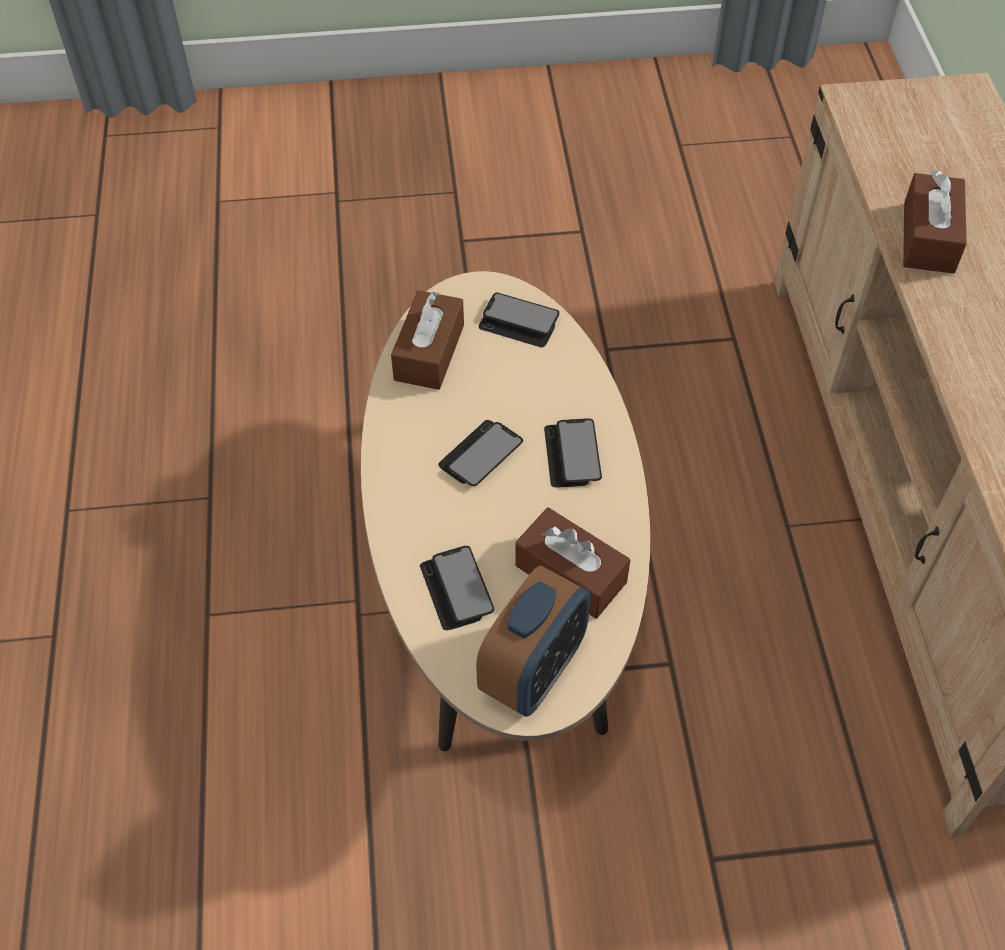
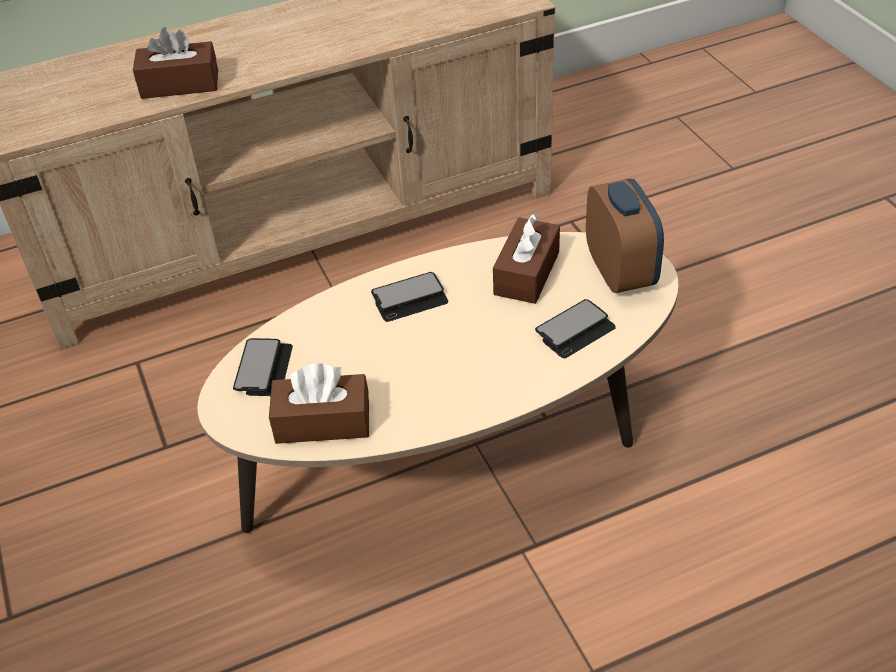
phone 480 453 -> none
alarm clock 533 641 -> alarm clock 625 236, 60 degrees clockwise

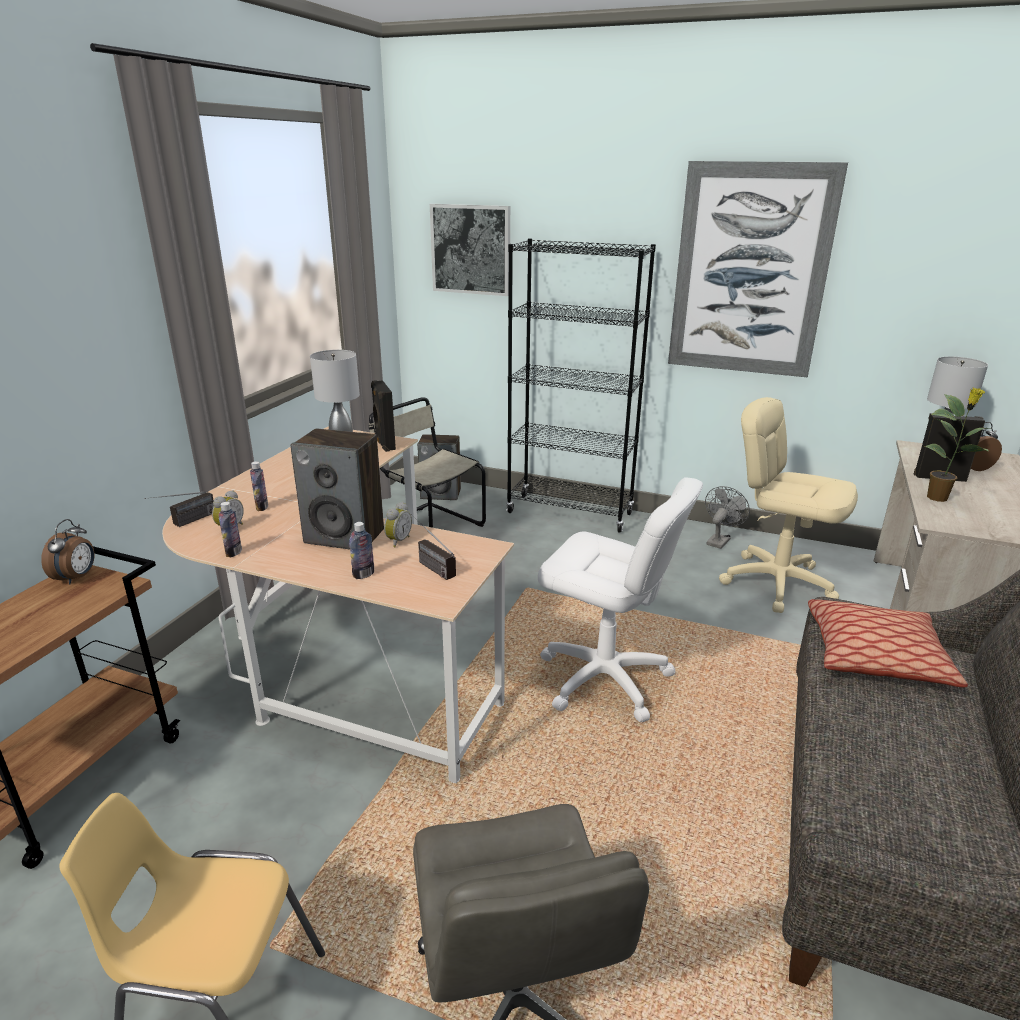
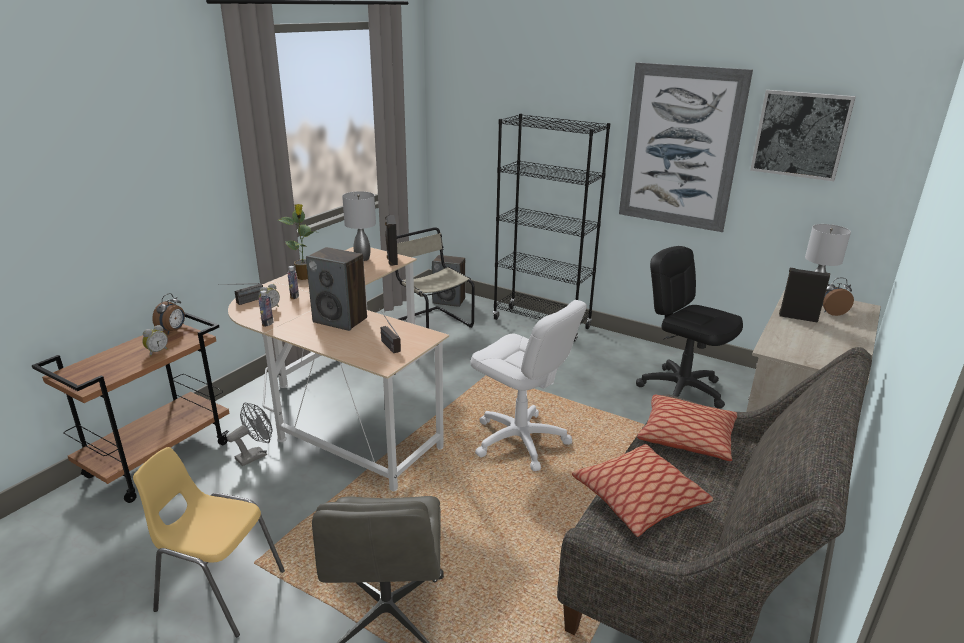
picture 470 250 -> picture 803 135, moved
potted plant 958 445 -> potted plant 297 242, moved
beige office chair 788 505 -> black office chair 689 327
grey fan 727 517 -> grey fan 250 434, moved
alarm clock 398 524 -> alarm clock 155 340, moved
bottle 361 550 -> none
none -> pillow 642 490

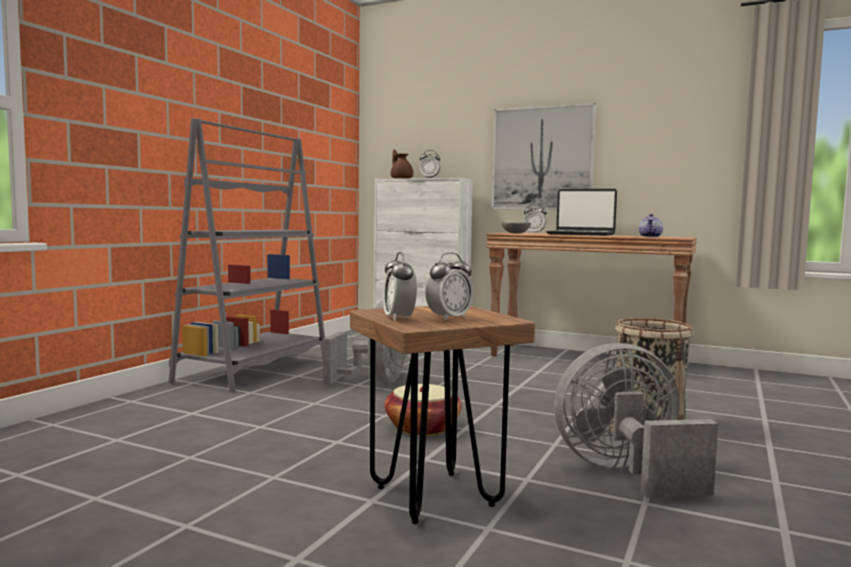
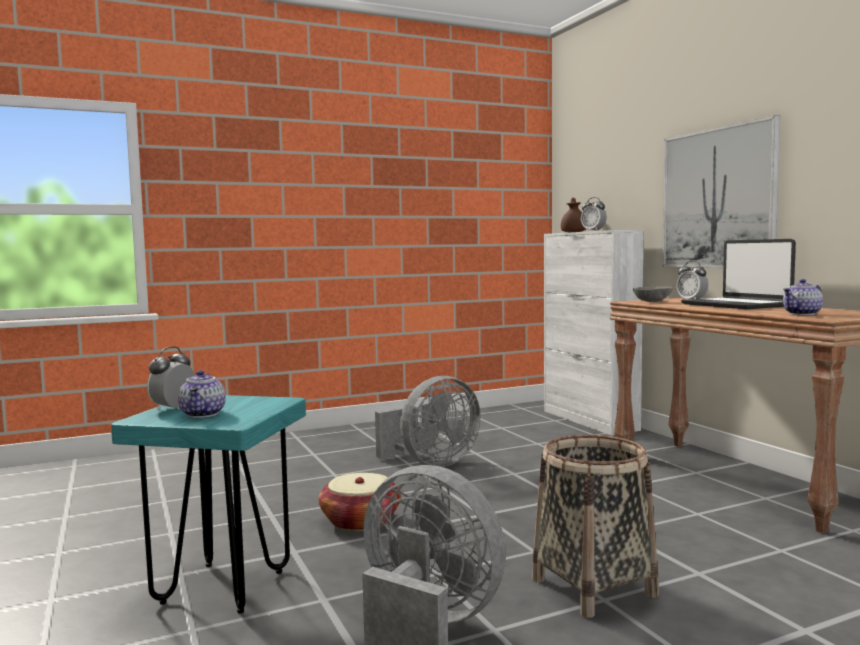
grey bookcase 247 255 -> none
alarm clock 449 286 -> teapot 202 394
brown stool 442 415 -> turquoise stool 208 504

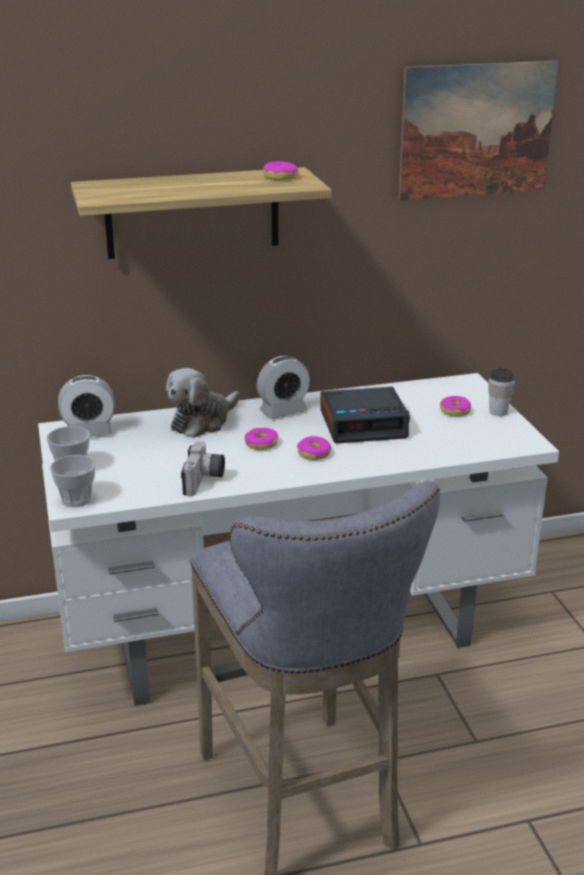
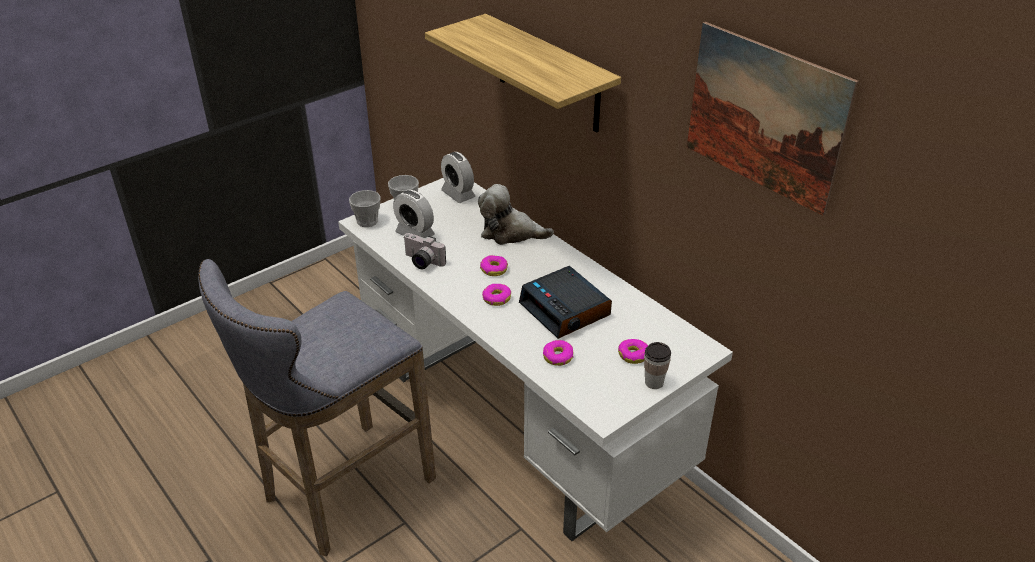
donut 280 170 -> donut 558 353, moved
alarm clock 283 387 -> alarm clock 414 214, moved
photo camera 203 468 -> photo camera 424 251, 45 degrees clockwise

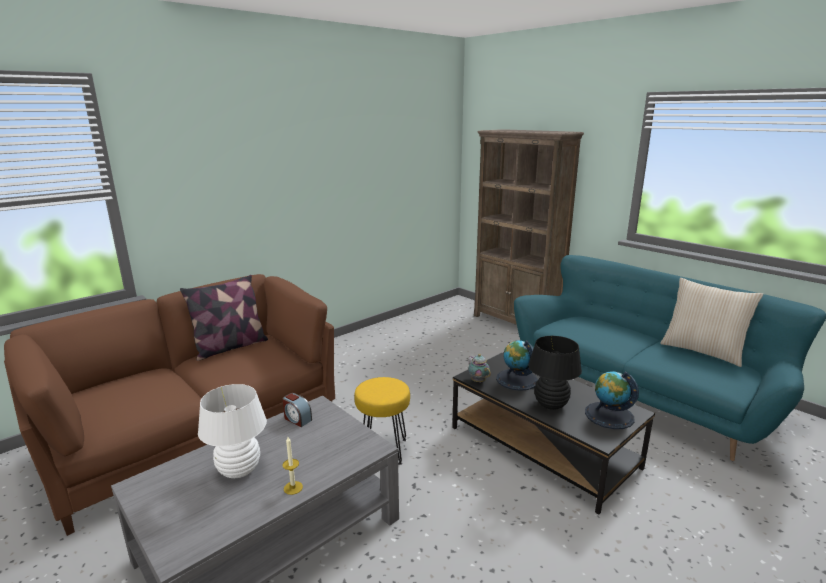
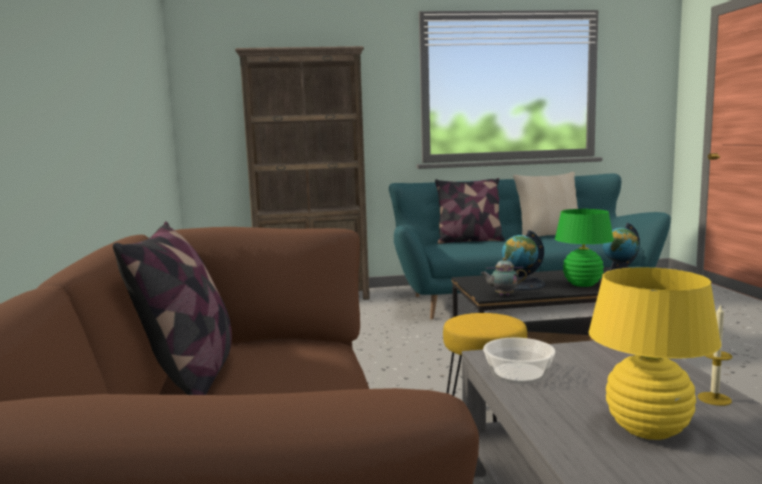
black table lamp 555 373 -> green table lamp 584 248
white table lamp 232 431 -> yellow table lamp 655 353
alarm clock 297 410 -> bowl 519 360
none -> pillow 470 211

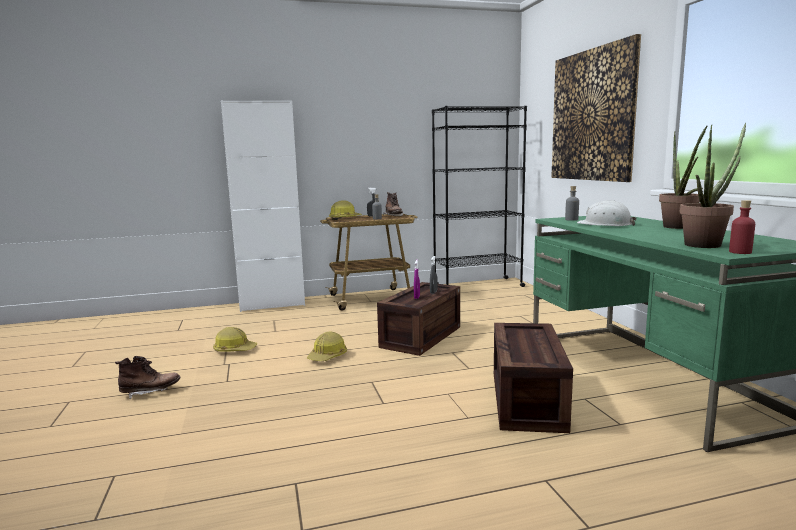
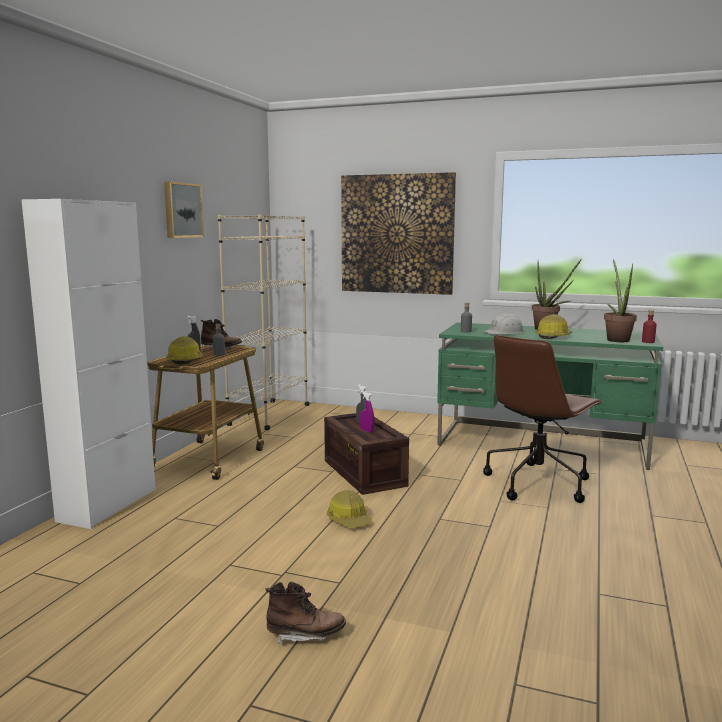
black bookcase 479 196 -> beige bookcase 263 322
crate 533 378 -> brown office chair 543 419
hard hat 235 339 -> hard hat 554 326, moved
brown boot 147 377 -> brown boot 305 613, 75 degrees clockwise
none -> picture 184 209

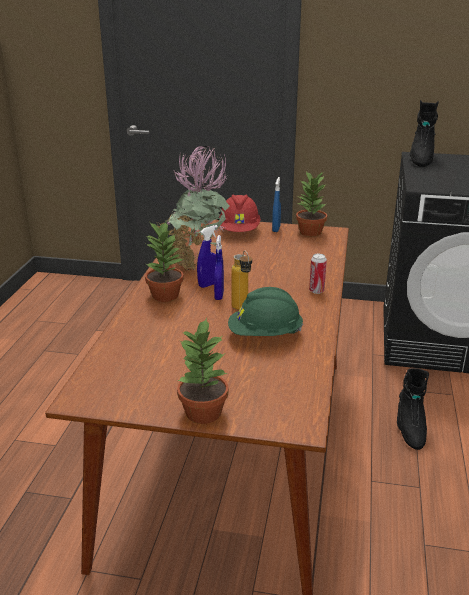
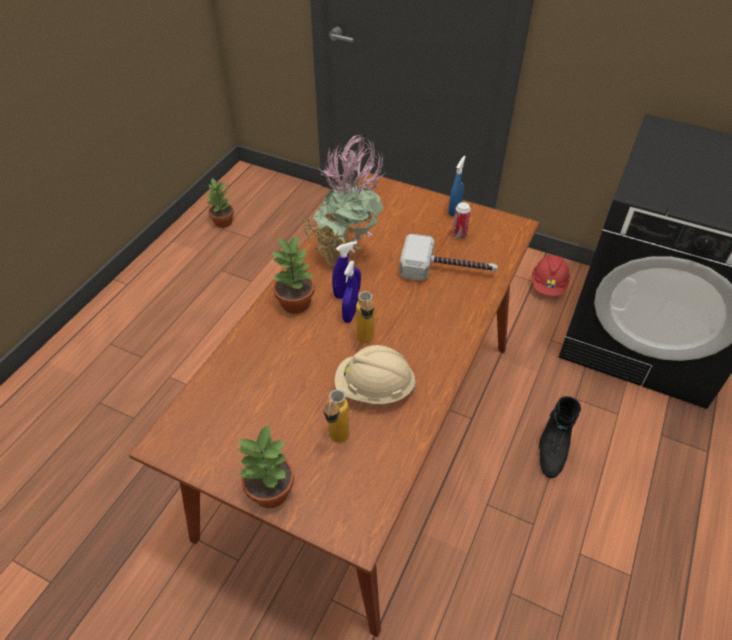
black boot 424 133 -> none
potted plant 311 204 -> potted plant 220 203, moved
red hard hat 240 213 -> red hard hat 551 275, moved
can 318 274 -> can 461 220, moved
green hard hat 265 311 -> beige hard hat 375 374
none -> hammer 448 257
none -> bottle 336 416

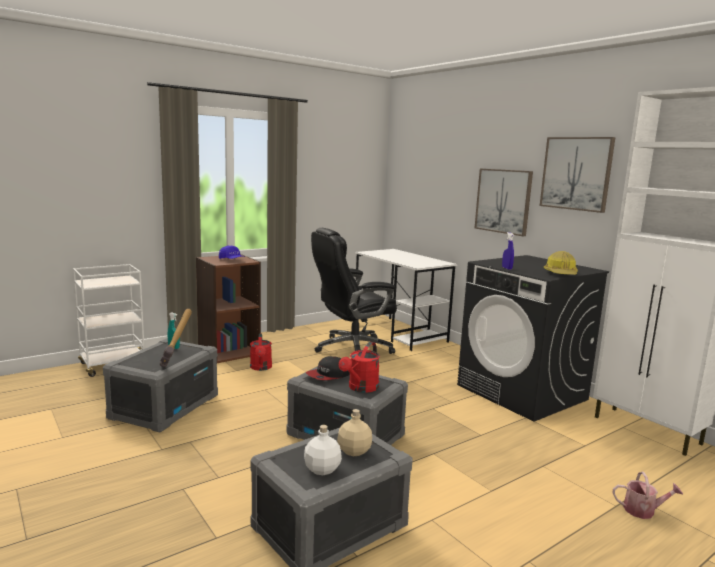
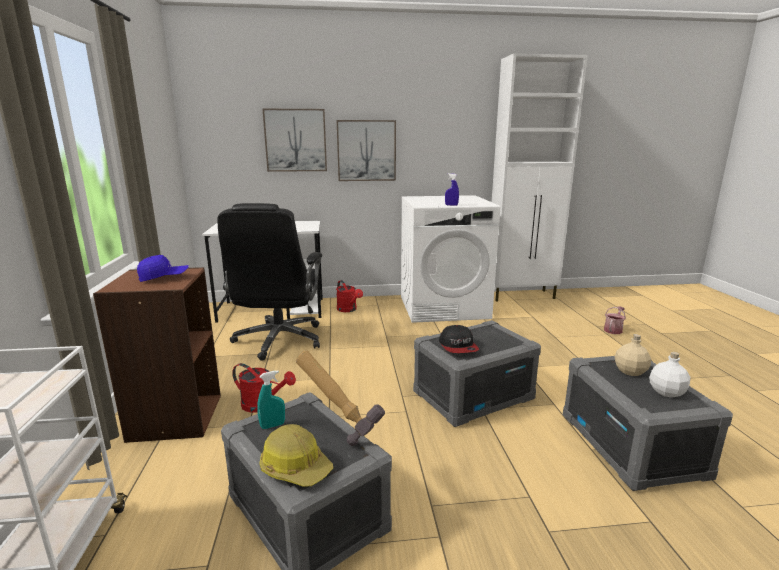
picture 577 175 -> picture 294 140, moved
hard hat 561 263 -> hard hat 296 455, moved
black washing machine 533 338 -> white washing machine 450 259
red watering can 359 367 -> red watering can 349 296, moved

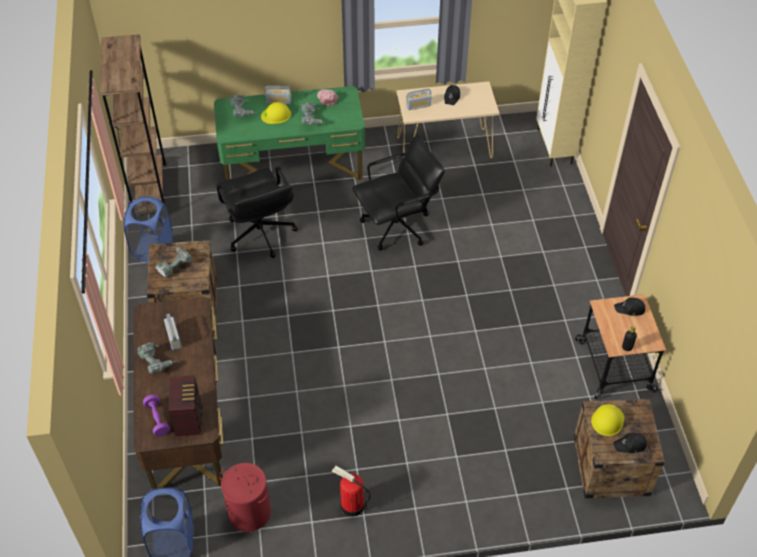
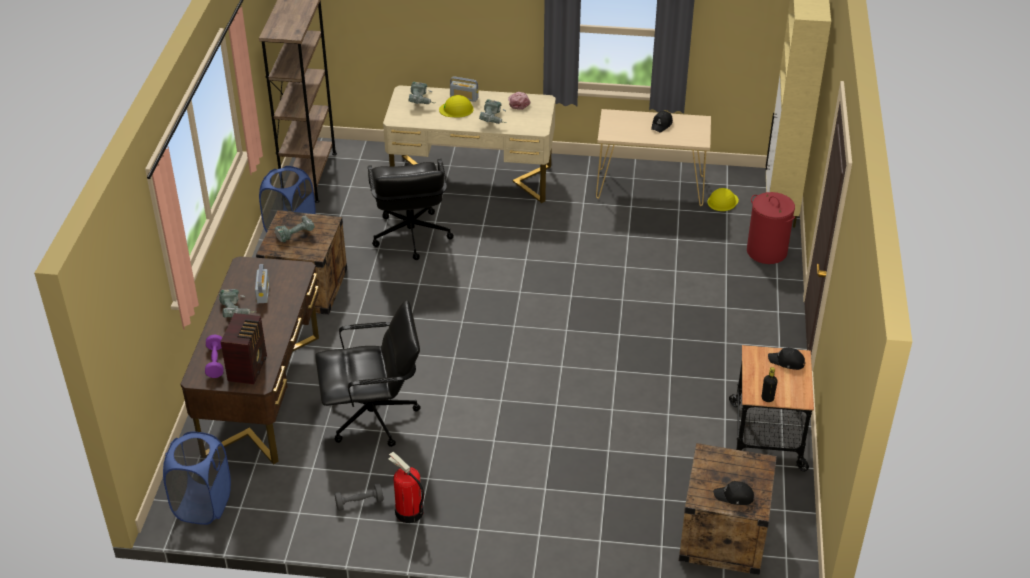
green desk 289 133 -> beige desk 469 144
radio 418 99 -> none
black office chair 398 192 -> black office chair 368 373, moved
yellow hard hat 607 420 -> yellow hard hat 723 199, moved
red laundry basket 245 497 -> red laundry basket 771 228, moved
none -> grey dumbbell 359 497

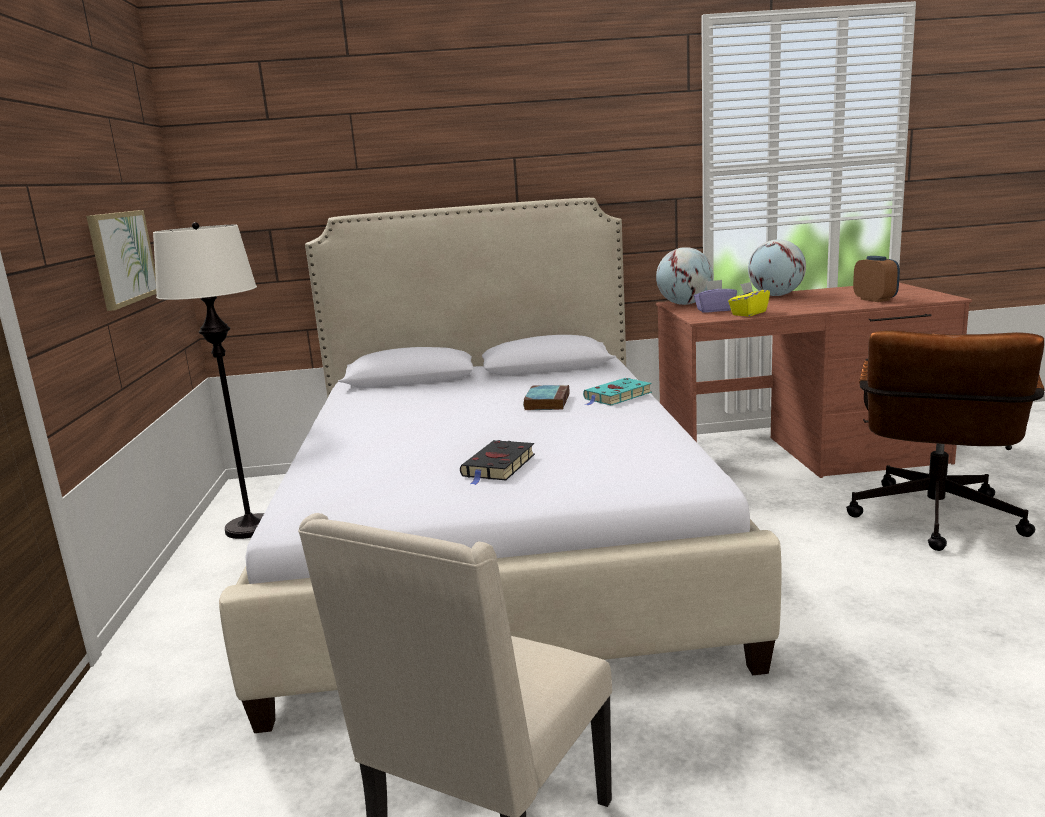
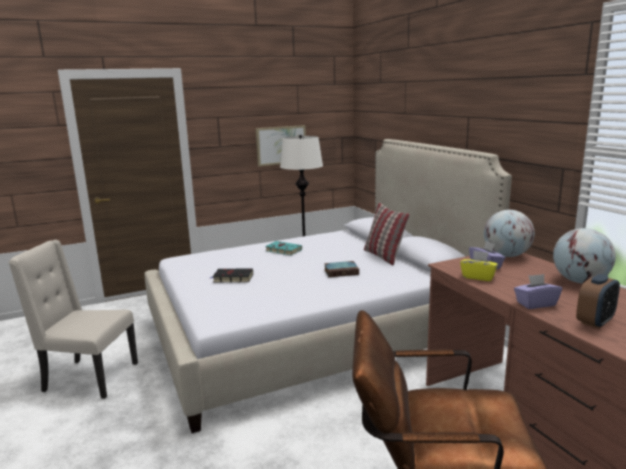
turquoise book 617 391 -> turquoise book 283 248, moved
none -> pillow 387 234
none -> purple tissue box 538 291

